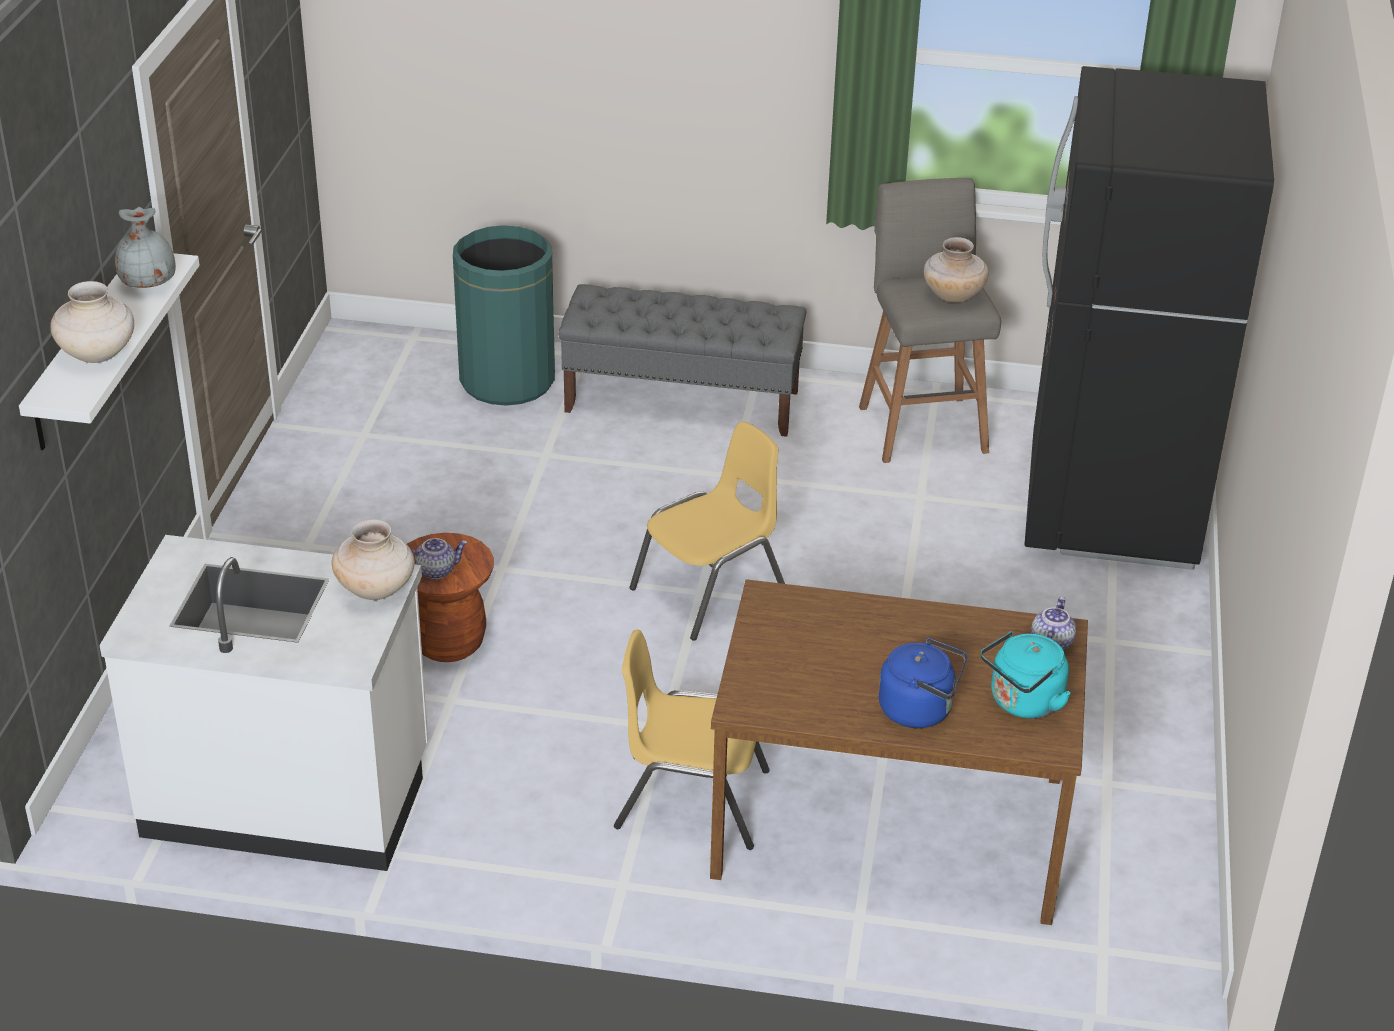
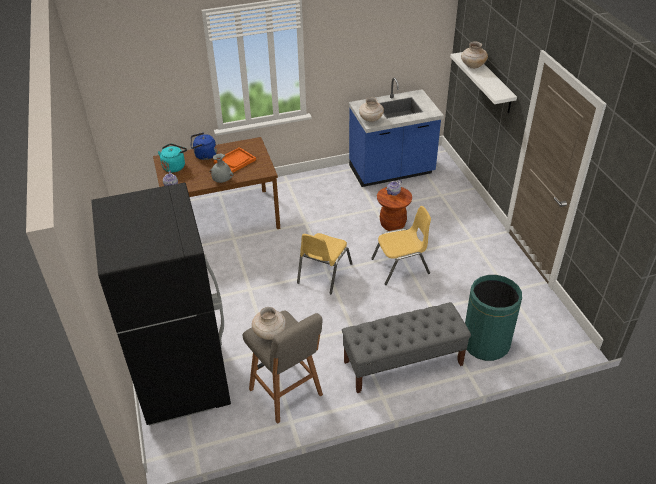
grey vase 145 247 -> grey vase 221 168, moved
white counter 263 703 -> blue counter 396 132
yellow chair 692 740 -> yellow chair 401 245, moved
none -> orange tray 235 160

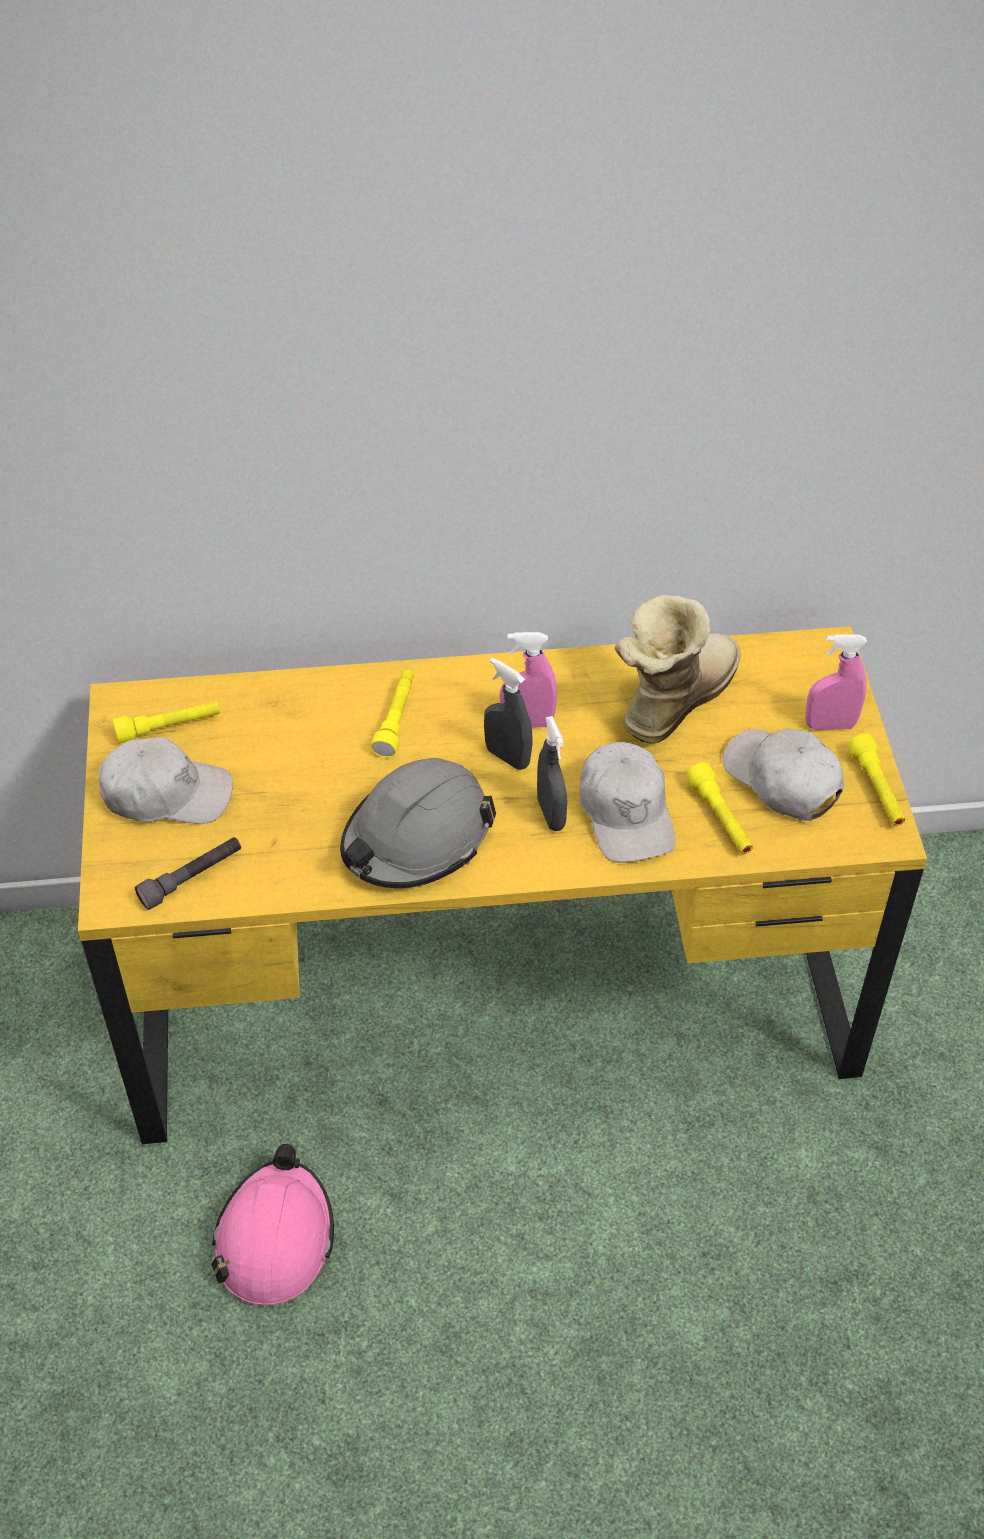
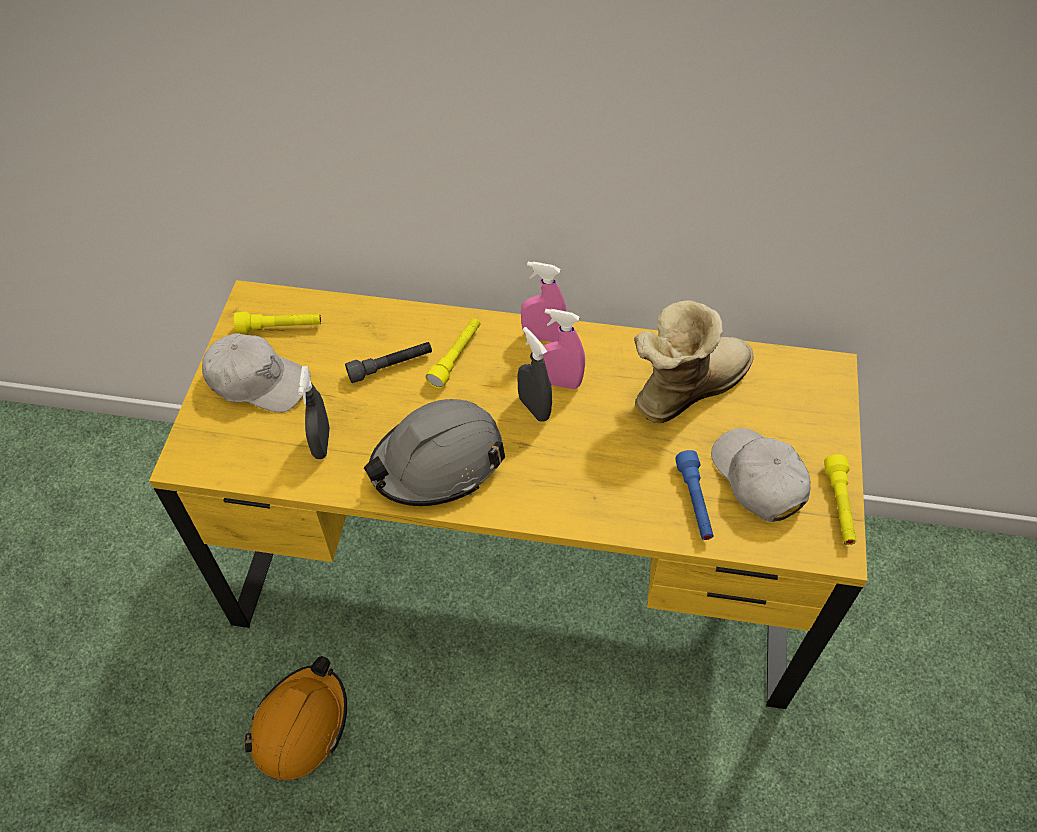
pink spray bottle 836 682 -> pink spray bottle 544 302, moved
grey spray bottle 552 773 -> grey spray bottle 314 412, moved
white cap 628 802 -> none
yellow flashlight 719 808 -> blue flashlight 694 495
grey flashlight 188 873 -> grey flashlight 388 362, moved
pink hard hat 272 1224 -> orange hard hat 296 718

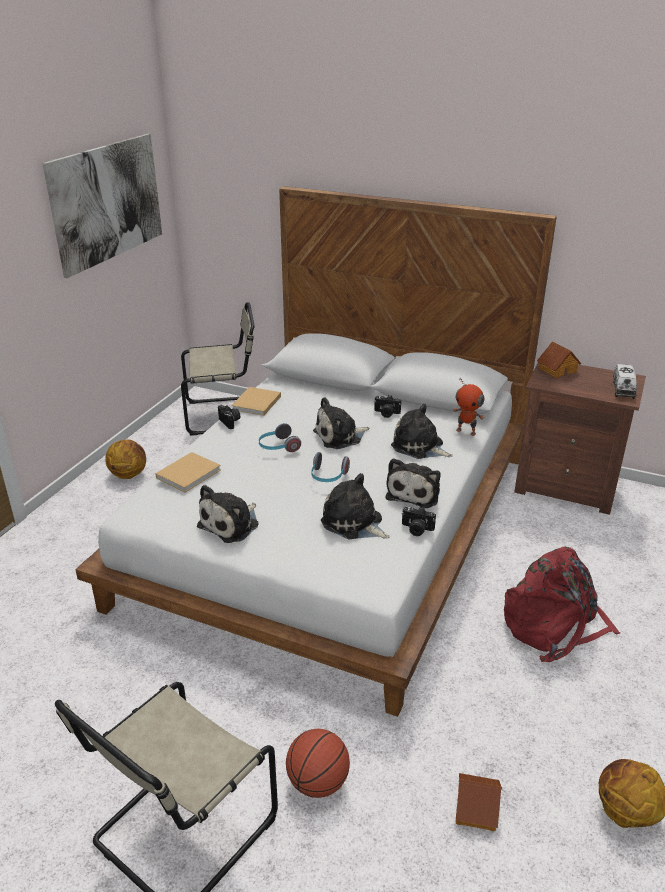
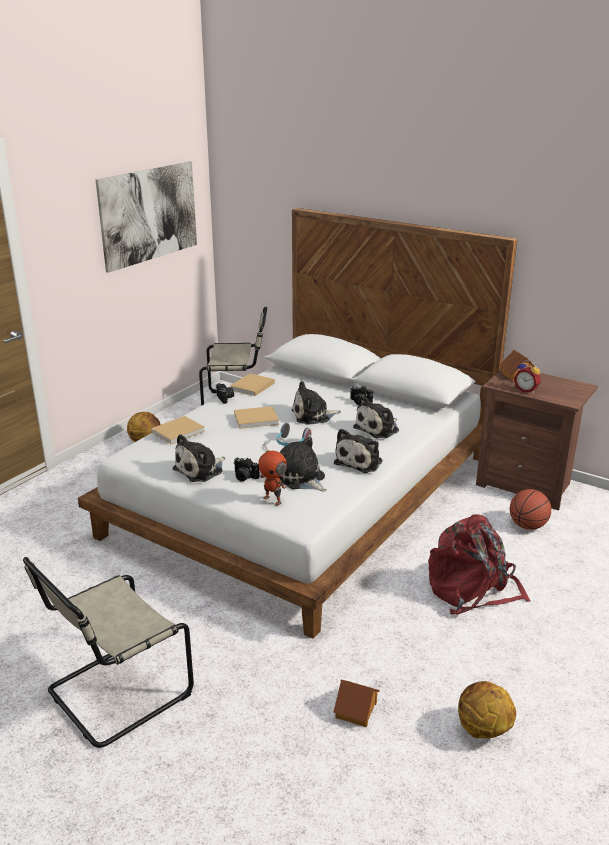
toy truck 625 381 -> none
toy robot 469 406 -> toy robot 272 474, moved
plush toy 422 431 -> plush toy 376 417, 90 degrees counterclockwise
headphones 280 437 -> beige book 256 417
photo camera 419 521 -> photo camera 247 469, moved
basketball 318 763 -> basketball 530 509, moved
none -> alarm clock 527 376

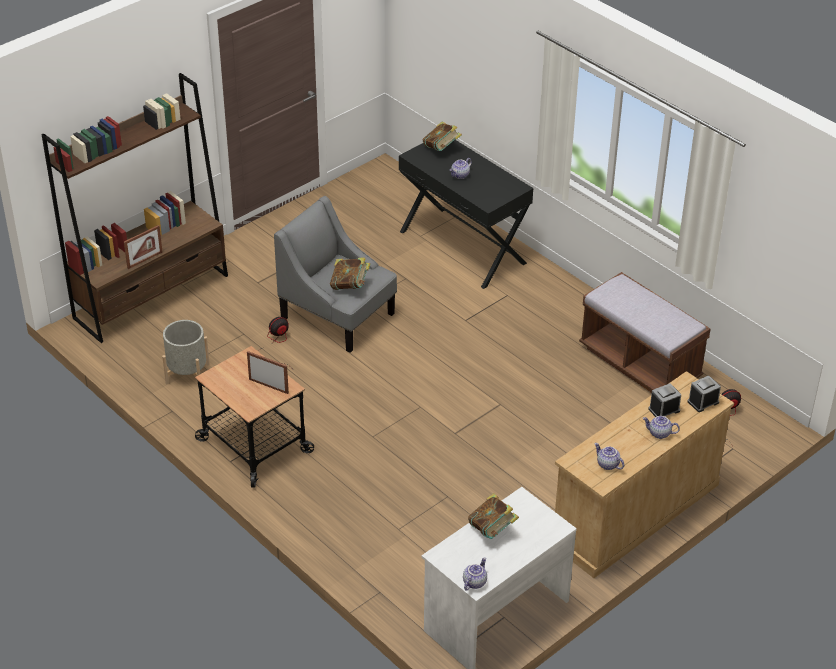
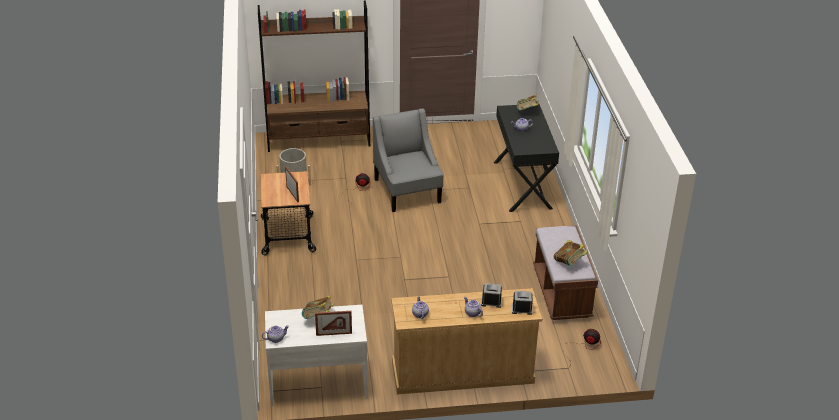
picture frame 143 247 -> picture frame 333 323, moved
book 350 273 -> book 571 253, moved

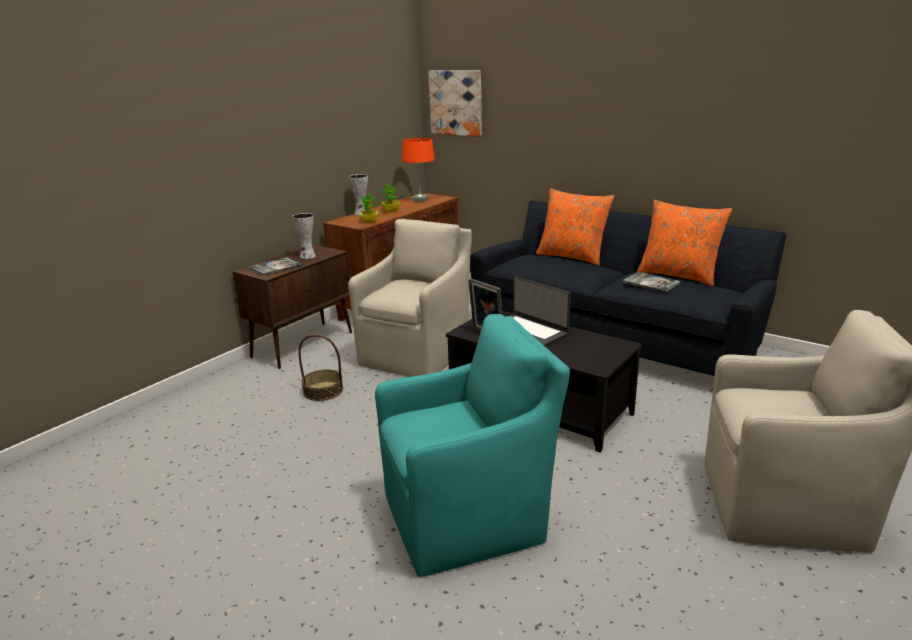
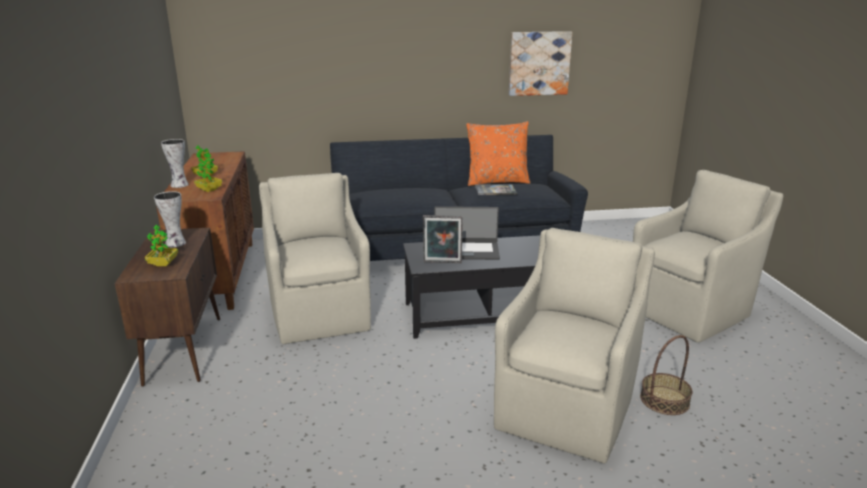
picture 455 104 -> picture 541 63, moved
orange table lamp 418 170 -> none
orange pillow 575 227 -> none
book 275 266 -> potted plant 161 245
turquoise armchair 472 445 -> beige armchair 574 345
basket 320 367 -> basket 666 375, moved

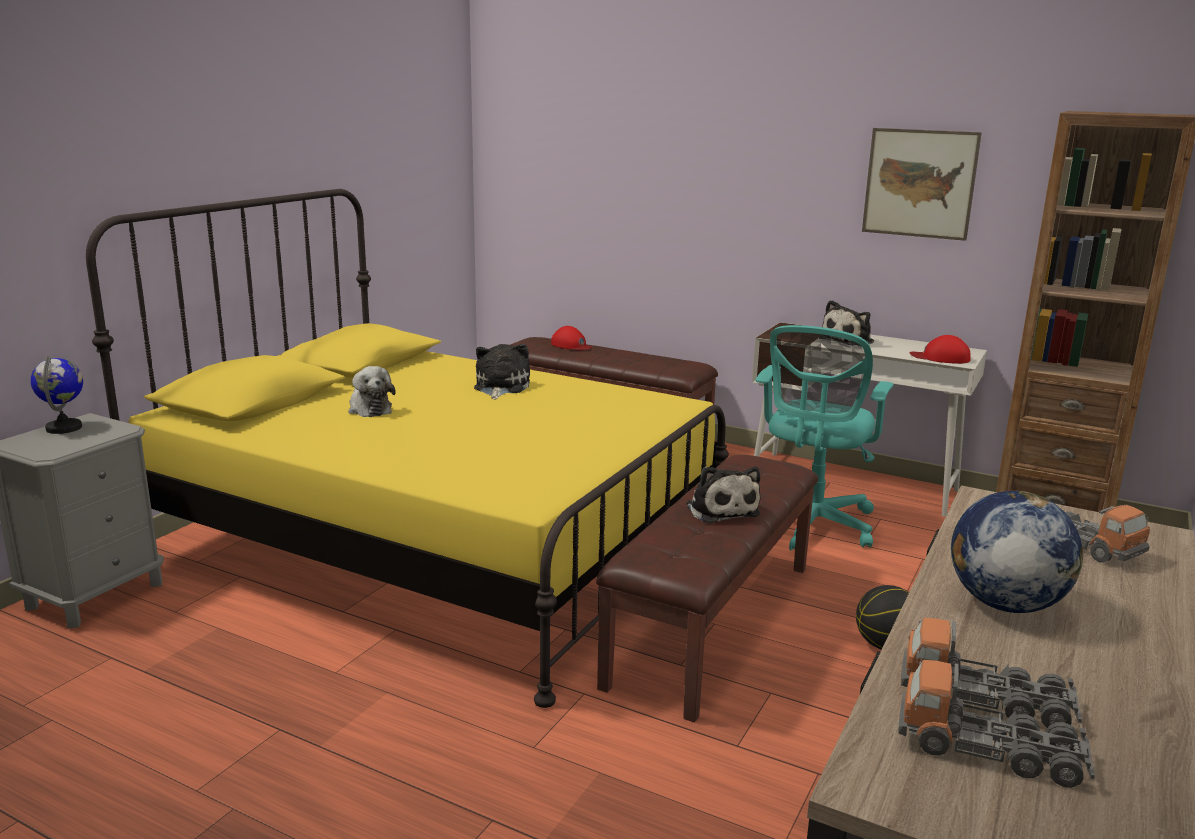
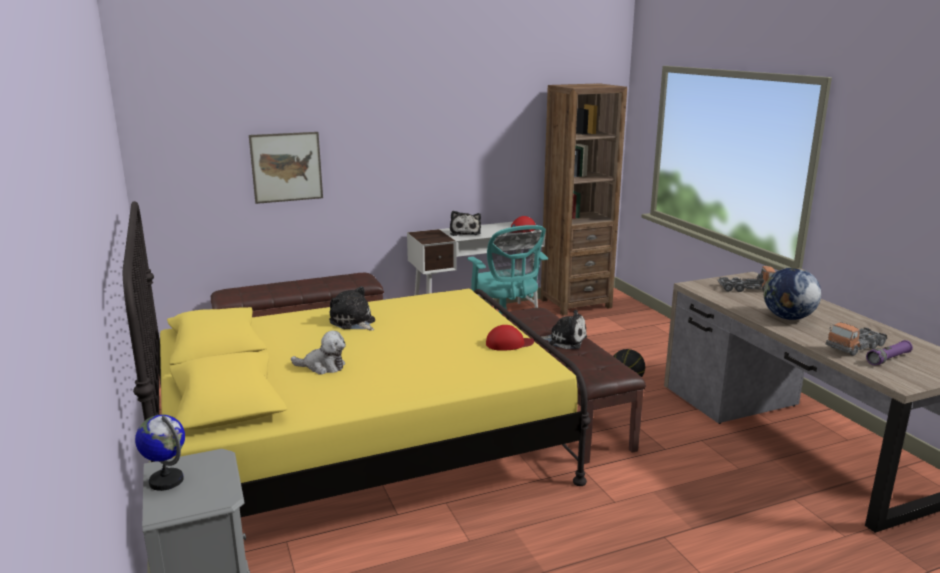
picture 922 184 -> picture 286 168, moved
red cap 572 338 -> red cap 510 338, moved
toy truck 996 723 -> purple flashlight 889 352

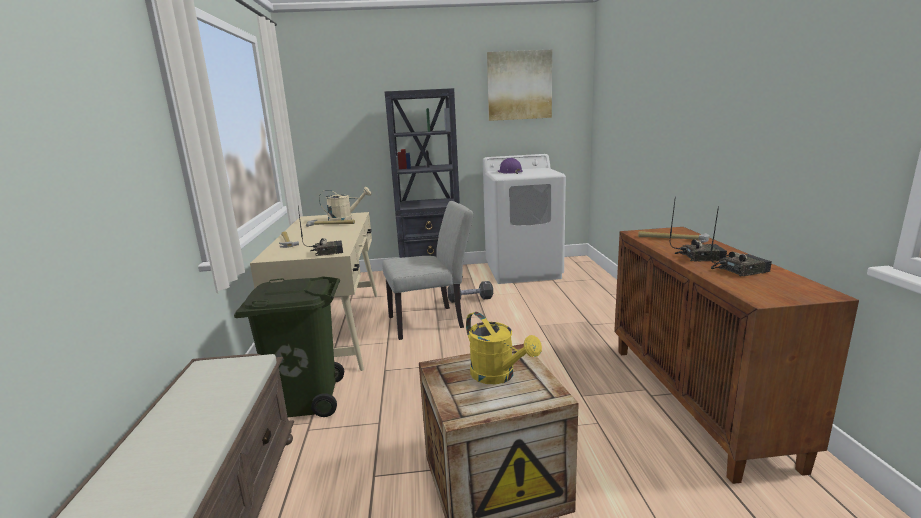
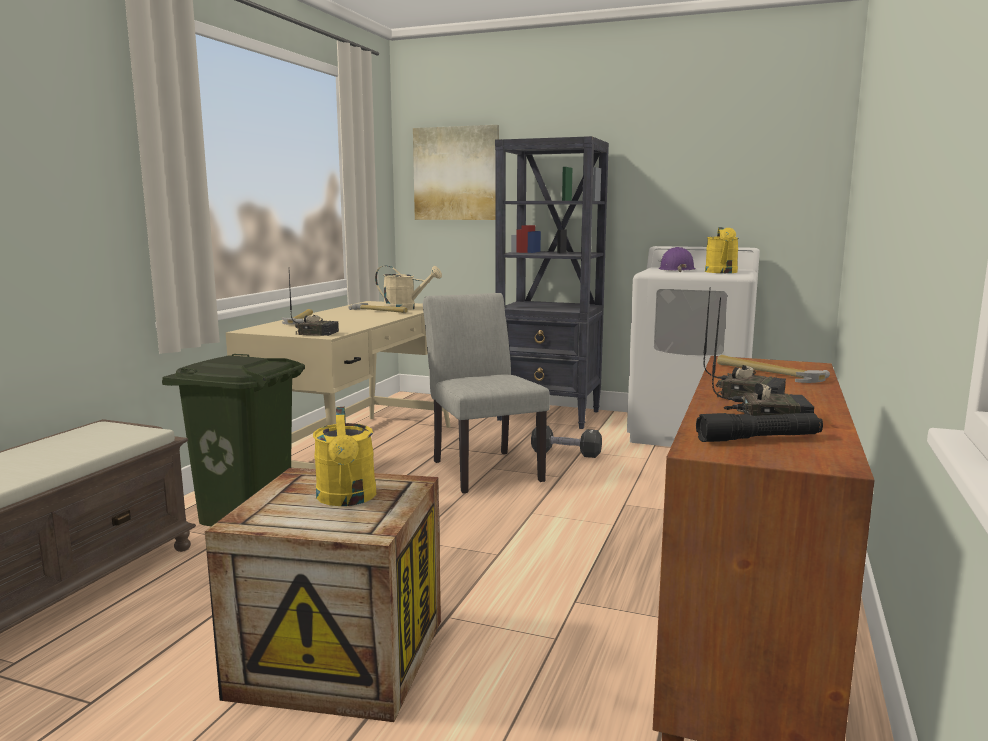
picture 519 85 -> picture 456 172, moved
grey chair 428 270 -> grey chair 486 393, 120 degrees counterclockwise
none -> yellow watering can 722 250
none -> black flashlight 759 427

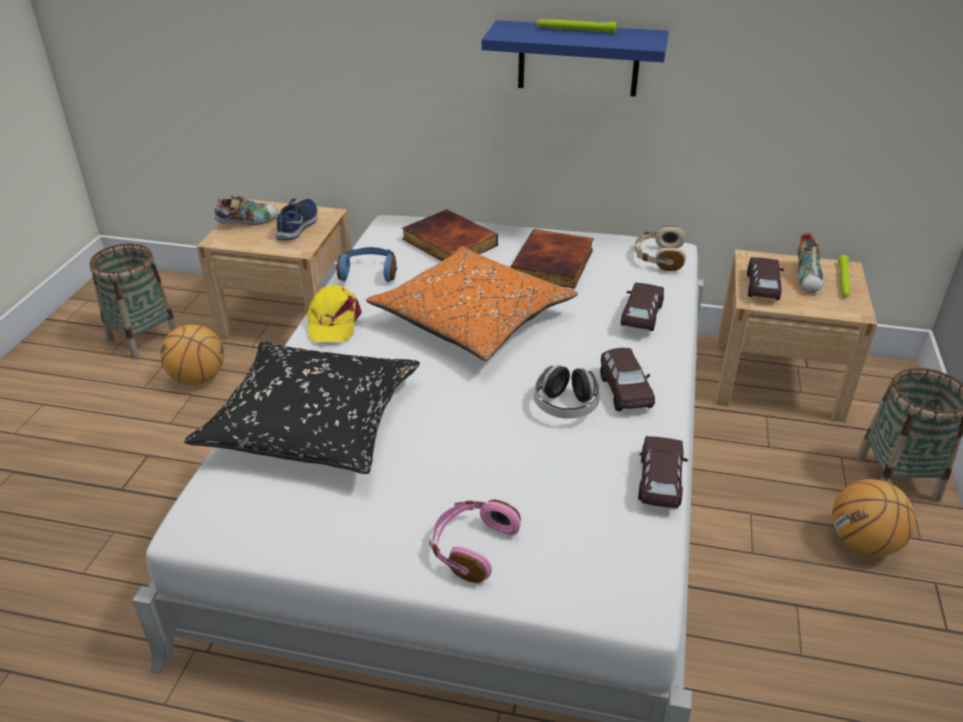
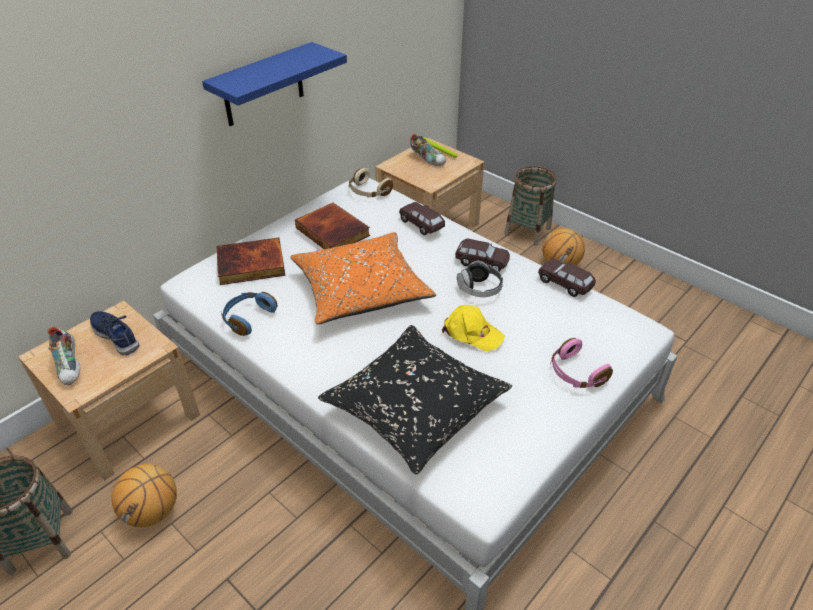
green flashlight 576 26 -> none
shoe 246 210 -> shoe 63 356, 150 degrees clockwise
brown toy car 765 278 -> none
yellow cap 334 313 -> yellow cap 473 328, moved

